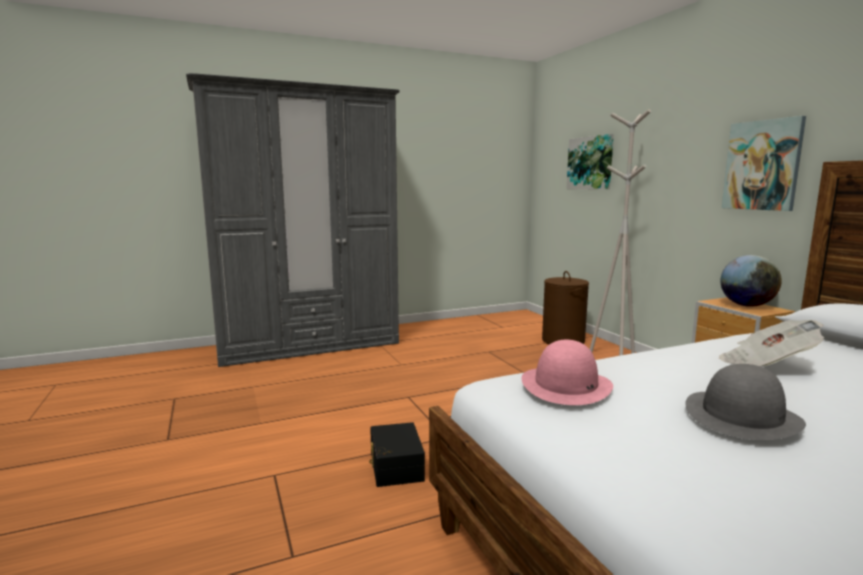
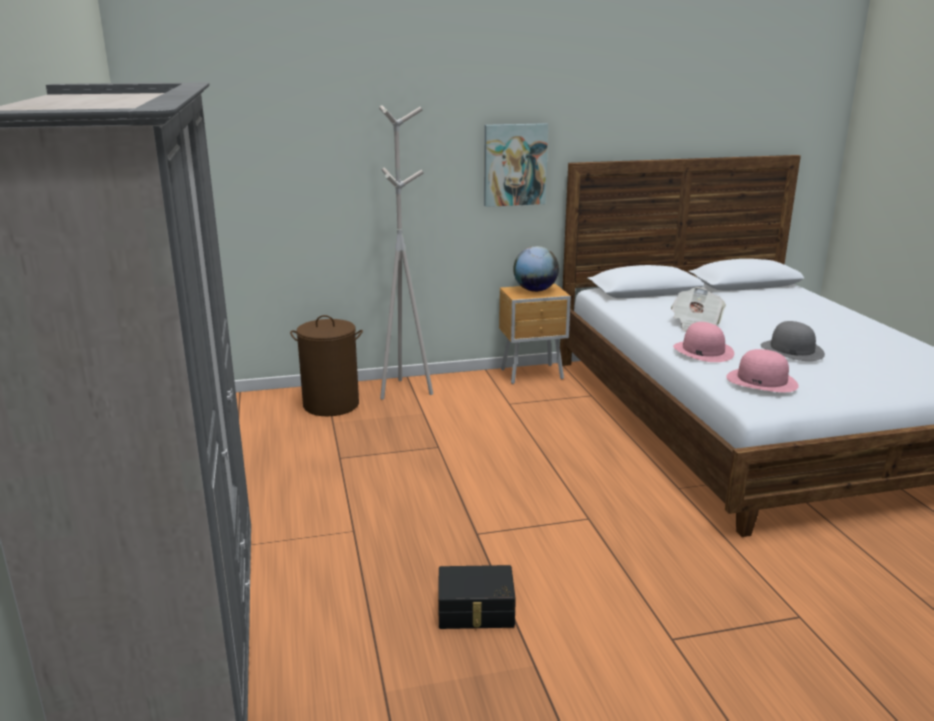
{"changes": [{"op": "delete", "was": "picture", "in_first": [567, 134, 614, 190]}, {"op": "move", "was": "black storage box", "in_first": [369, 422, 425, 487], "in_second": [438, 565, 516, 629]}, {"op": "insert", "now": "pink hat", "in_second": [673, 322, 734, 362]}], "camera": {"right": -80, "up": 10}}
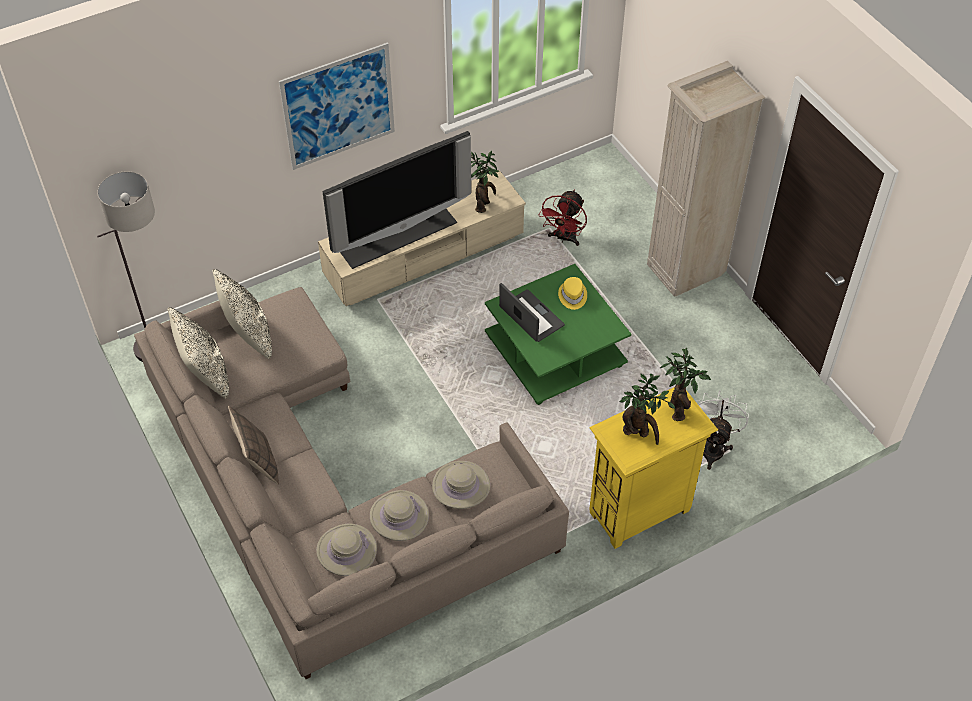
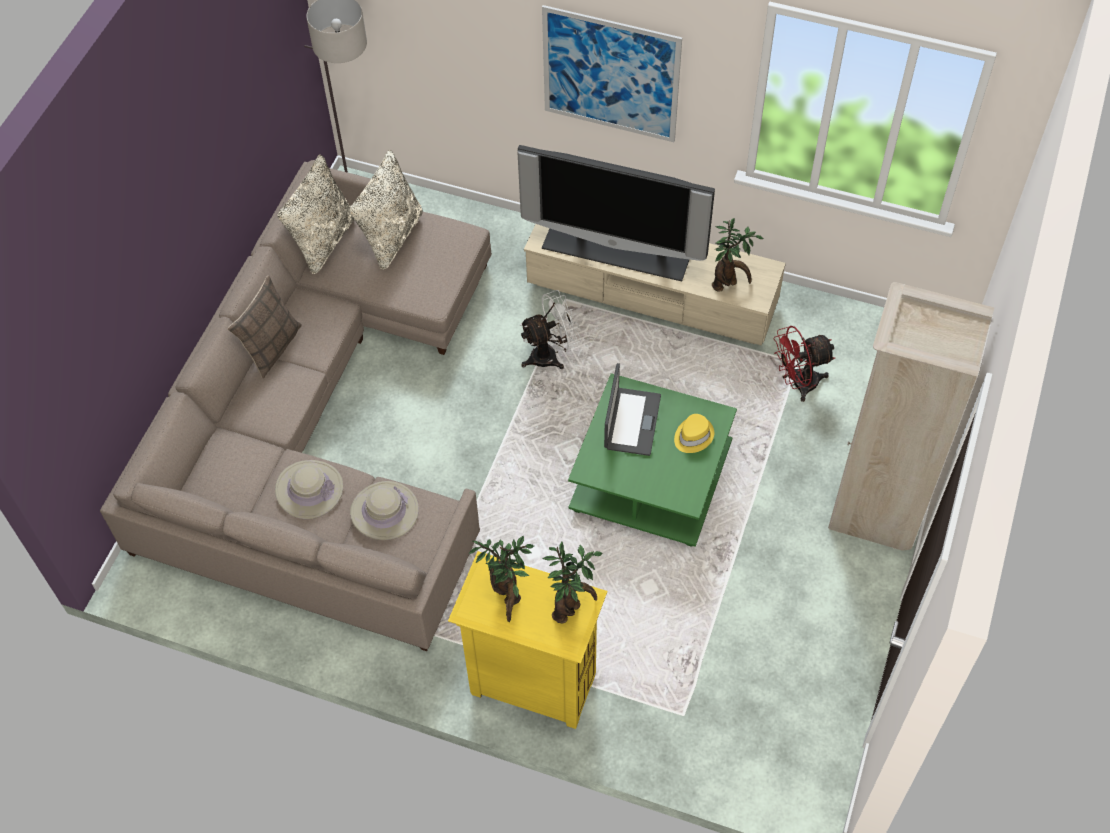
{"changes": [{"op": "move", "was": "white fan", "in_first": [696, 391, 749, 470], "in_second": [520, 290, 581, 369]}, {"op": "delete", "was": "beige hat", "in_first": [316, 524, 377, 576]}], "camera": {"right": 50, "up": 5}}
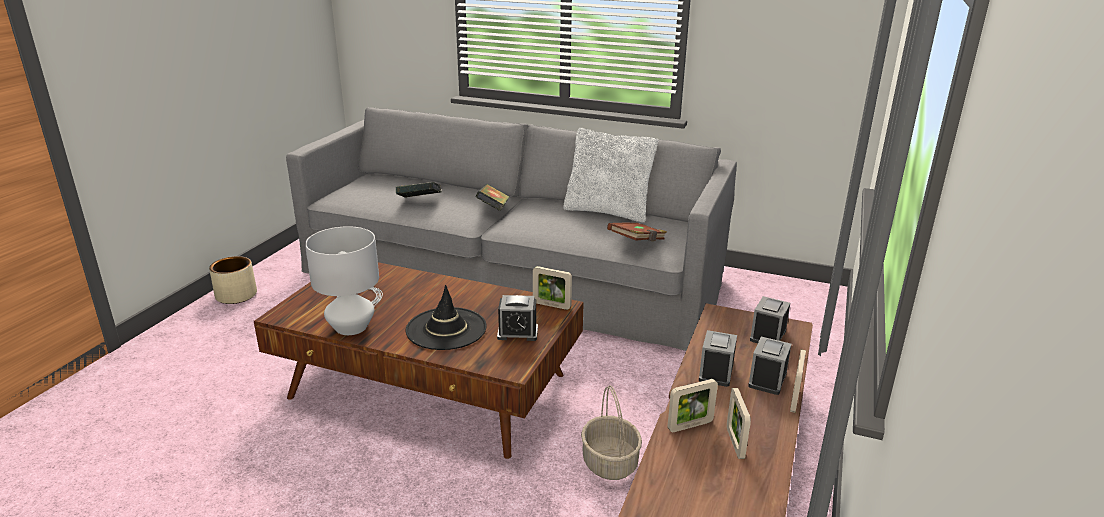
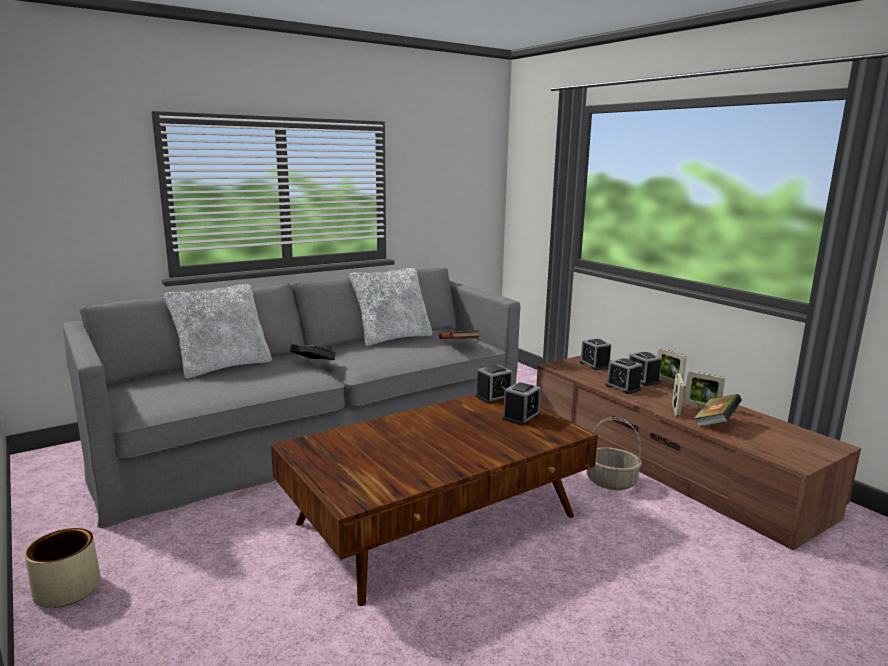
{"changes": [{"op": "move", "was": "book", "in_first": [396, 182, 441, 198], "in_second": [694, 394, 742, 427]}, {"op": "delete", "was": "white table lamp", "in_first": [305, 226, 383, 335]}, {"op": "replace", "was": "picture frame", "now": "alarm clock", "in_first": [533, 266, 572, 310], "in_second": [476, 365, 513, 404]}, {"op": "delete", "was": "black hat", "in_first": [406, 285, 487, 350]}, {"op": "insert", "now": "white pillow", "in_second": [164, 284, 272, 379]}], "camera": {"right": -55, "up": -10}}
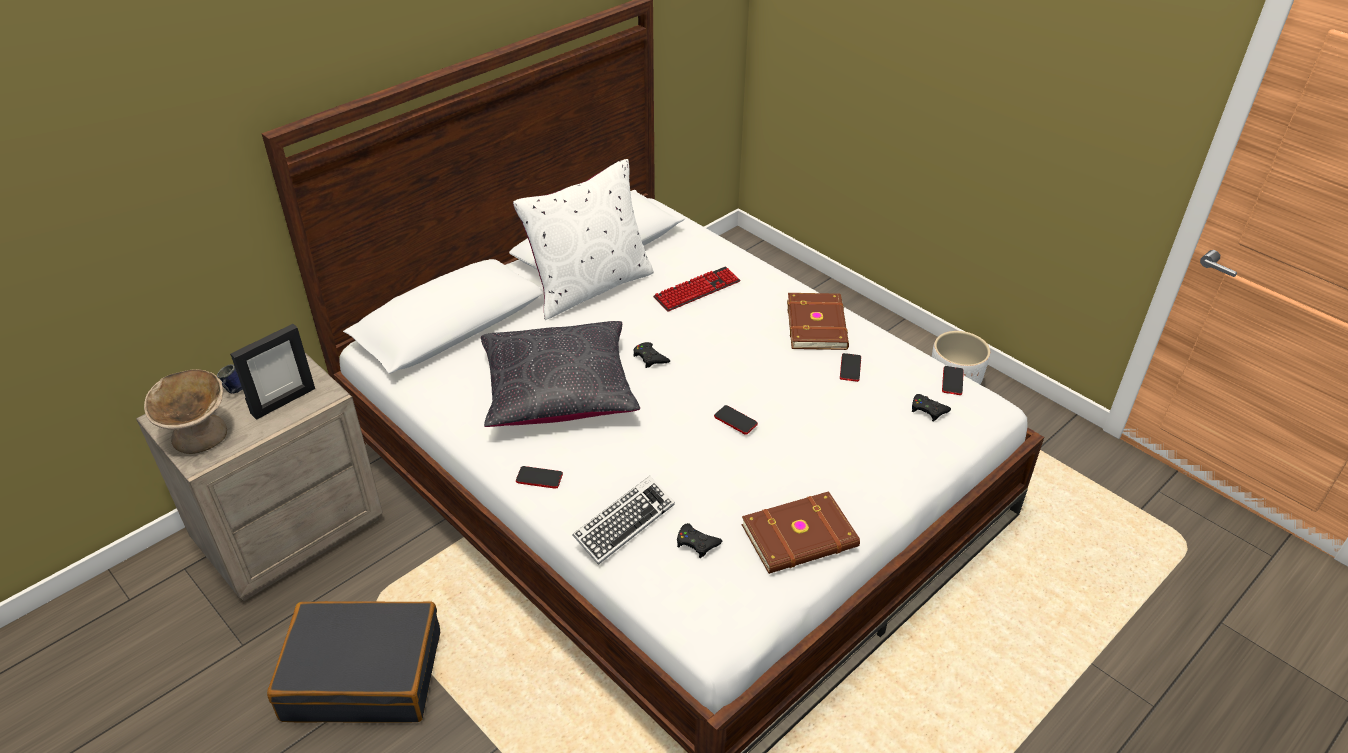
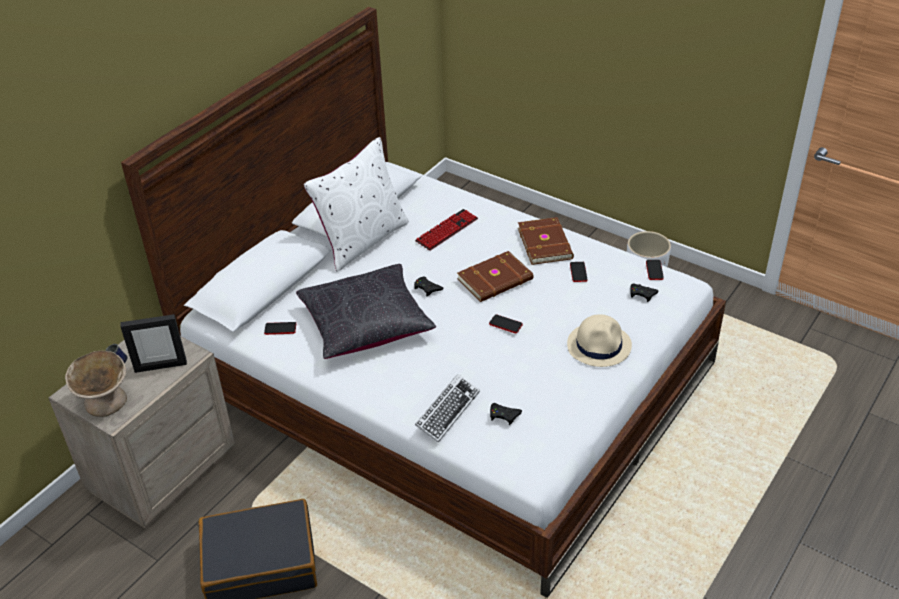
{"changes": [{"op": "rotate", "was": "picture frame", "in_first": [230, 324, 315, 420], "in_second": [120, 314, 187, 373], "clockwise": 45}, {"op": "move", "was": "phone", "in_first": [516, 466, 563, 489], "in_second": [264, 322, 296, 335]}, {"op": "move", "was": "brown book", "in_first": [741, 491, 860, 574], "in_second": [457, 251, 534, 302]}, {"op": "insert", "now": "beige hat", "in_second": [567, 314, 632, 367]}], "camera": {"right": -10, "up": 0}}
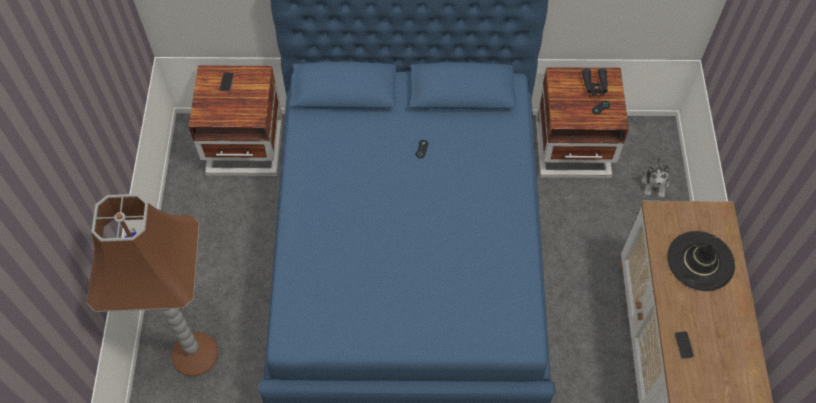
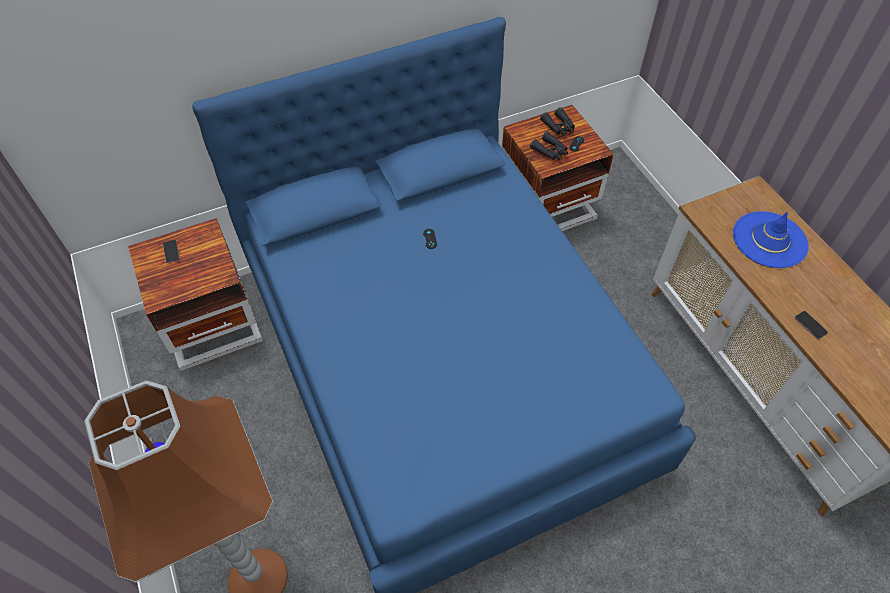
{"changes": [{"op": "delete", "was": "plush toy", "in_first": [641, 157, 669, 198]}, {"op": "recolor", "was": "black hat", "now": "blue hat", "in_first": [667, 231, 735, 291], "in_second": [733, 211, 809, 268]}, {"op": "insert", "now": "black binoculars", "in_second": [530, 131, 568, 160]}], "camera": {"right": -25, "up": -5}}
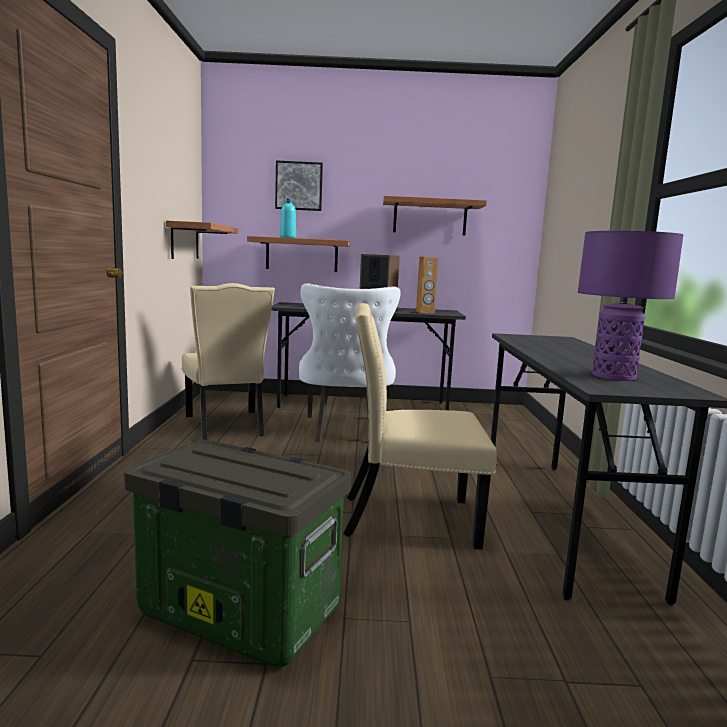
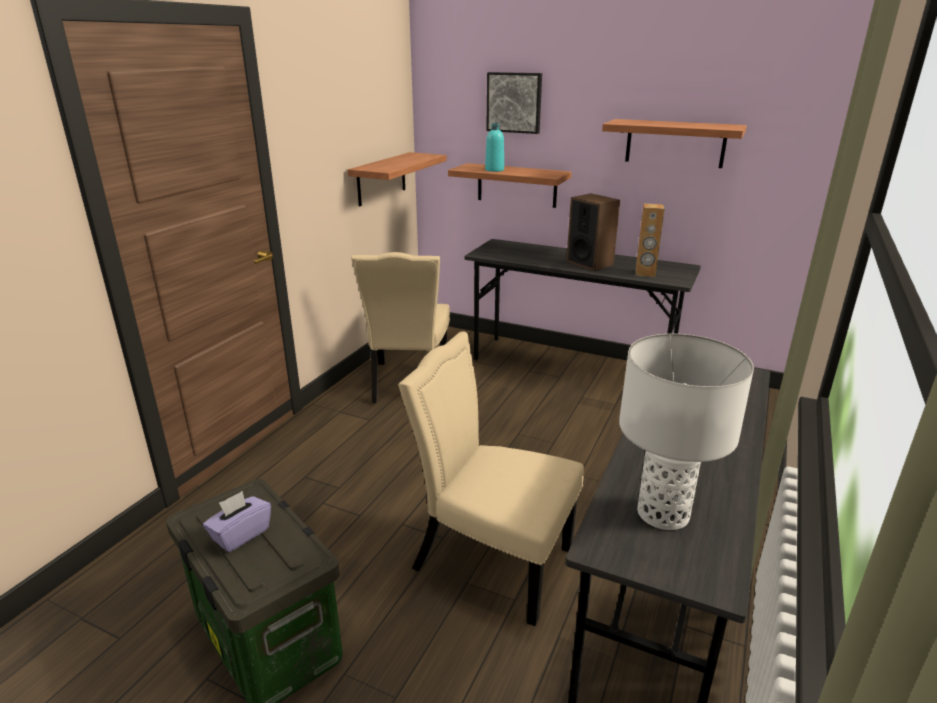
{"changes": [{"op": "recolor", "was": "purple table lamp", "now": "white table lamp", "in_first": [578, 231, 683, 381], "in_second": [619, 334, 754, 530]}, {"op": "delete", "was": "white chair", "in_first": [299, 283, 401, 442]}, {"op": "insert", "now": "purple tissue box", "in_second": [203, 491, 271, 552]}], "camera": {"right": 25, "up": 15}}
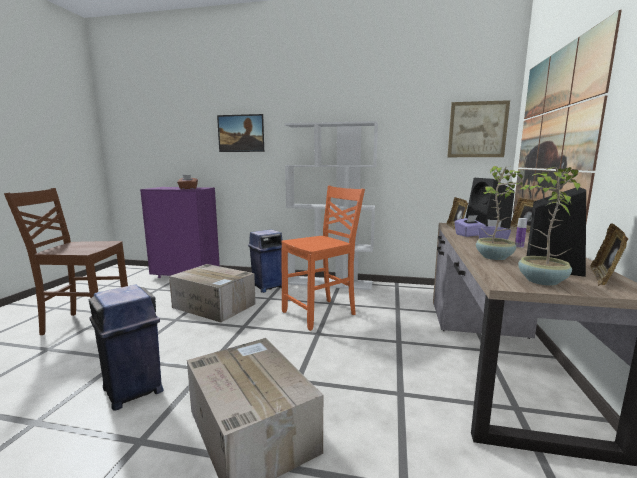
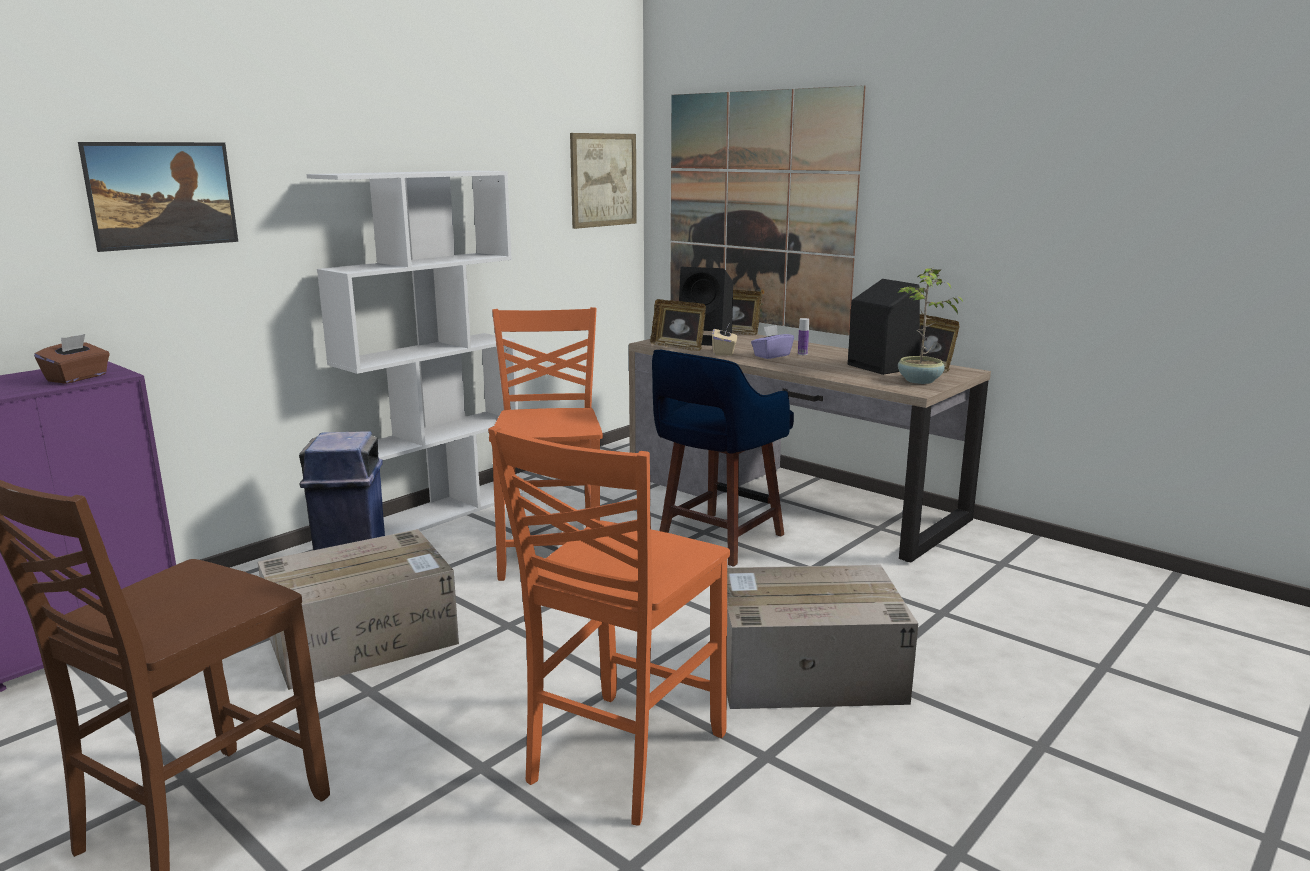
{"changes": [{"op": "delete", "was": "potted plant", "in_first": [476, 166, 525, 260]}, {"op": "recolor", "was": "purple tissue box", "now": "beige tissue box", "in_first": [454, 215, 486, 237], "in_second": [712, 324, 737, 356]}, {"op": "replace", "was": "blue trash can", "now": "orange chair", "in_first": [89, 284, 164, 411], "in_second": [488, 426, 730, 825]}, {"op": "insert", "now": "blue stool", "in_second": [652, 350, 794, 567]}], "camera": {"right": -60, "up": 5}}
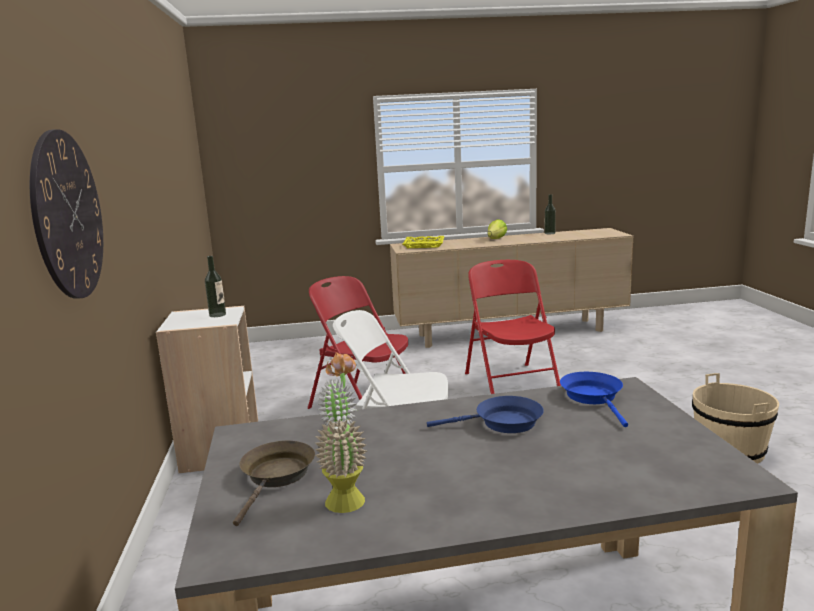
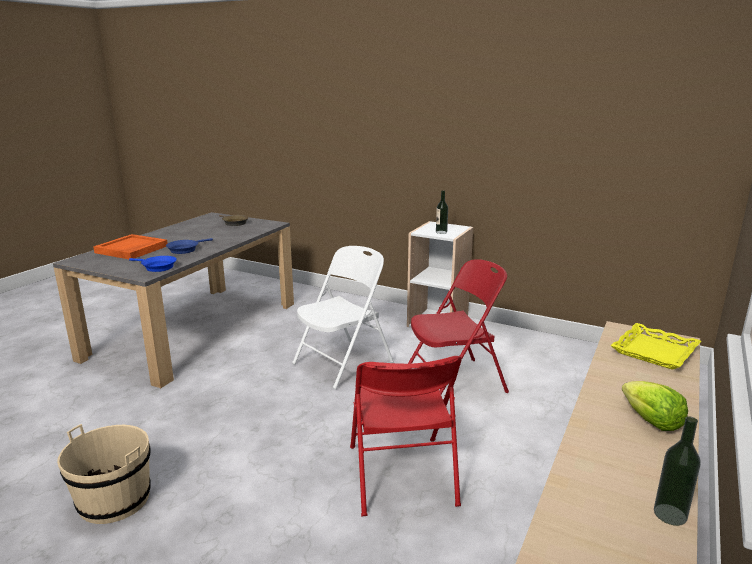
{"changes": [{"op": "delete", "was": "wall clock", "in_first": [30, 129, 103, 299]}, {"op": "rotate", "was": "red chair", "in_first": [465, 260, 561, 394], "in_second": [350, 356, 462, 516], "clockwise": 60}, {"op": "delete", "was": "potted plant", "in_first": [315, 352, 367, 513]}, {"op": "insert", "now": "orange tray", "in_second": [93, 234, 168, 259]}], "camera": {"right": 125, "up": 5}}
